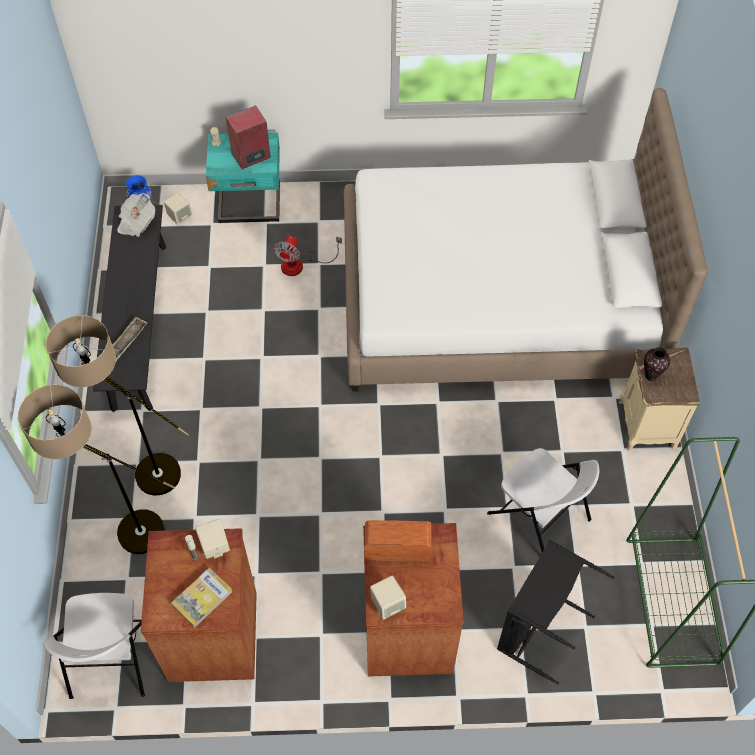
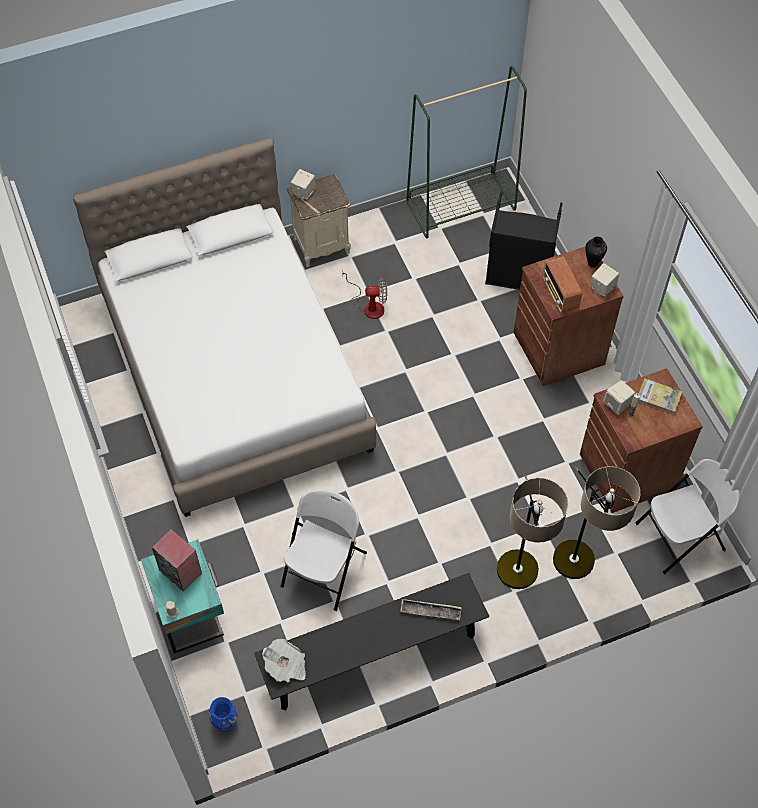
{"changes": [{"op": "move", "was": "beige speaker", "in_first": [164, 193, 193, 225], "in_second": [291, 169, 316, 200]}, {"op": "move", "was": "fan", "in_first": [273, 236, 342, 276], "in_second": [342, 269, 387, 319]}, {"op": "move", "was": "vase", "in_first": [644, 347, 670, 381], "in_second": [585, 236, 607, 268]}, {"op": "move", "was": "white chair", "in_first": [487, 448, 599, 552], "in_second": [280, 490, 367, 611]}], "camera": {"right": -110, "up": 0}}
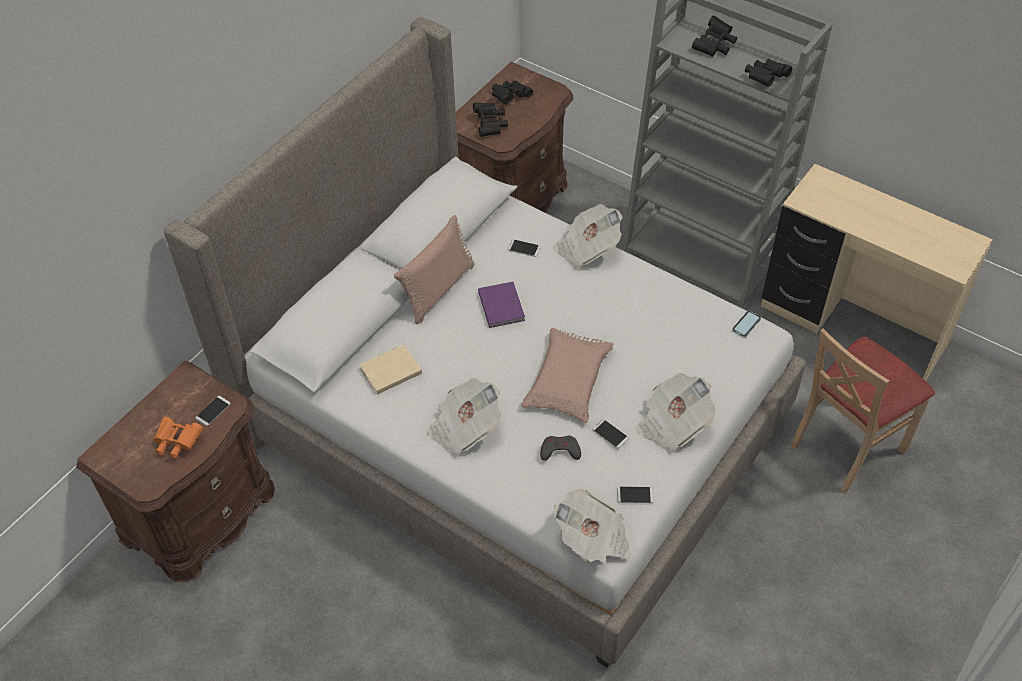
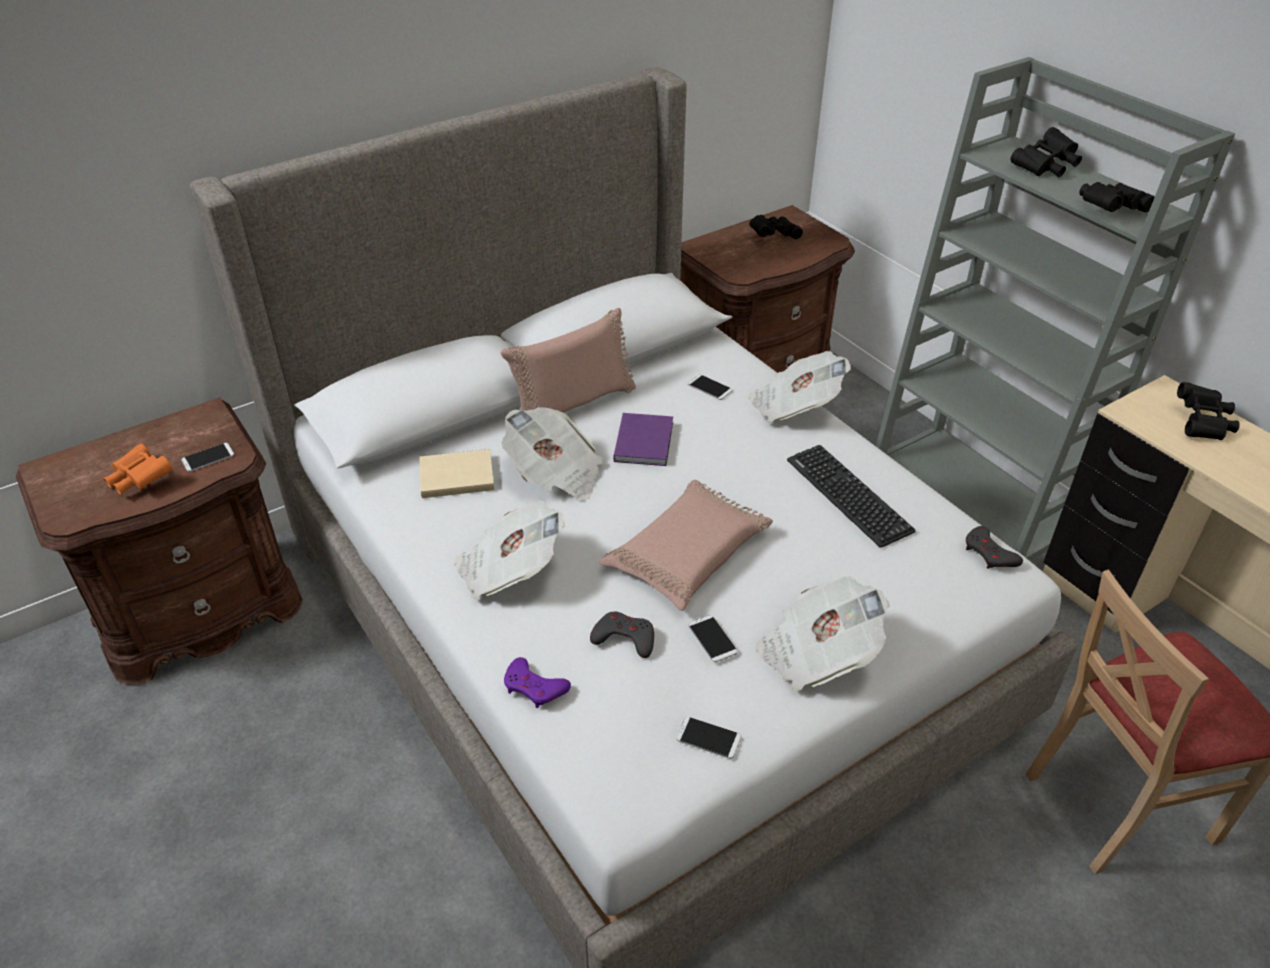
{"changes": [{"op": "move", "was": "black binoculars", "in_first": [473, 102, 508, 137], "in_second": [1177, 382, 1240, 440]}, {"op": "replace", "was": "phone", "now": "grey game controller", "in_first": [732, 311, 761, 337], "in_second": [966, 526, 1023, 569]}, {"op": "move", "was": "newspaper", "in_first": [554, 489, 631, 563], "in_second": [501, 407, 602, 500]}, {"op": "insert", "now": "keyboard", "in_second": [787, 445, 916, 548]}, {"op": "insert", "now": "purple game controller", "in_second": [504, 657, 571, 708]}], "camera": {"right": 20, "up": -10}}
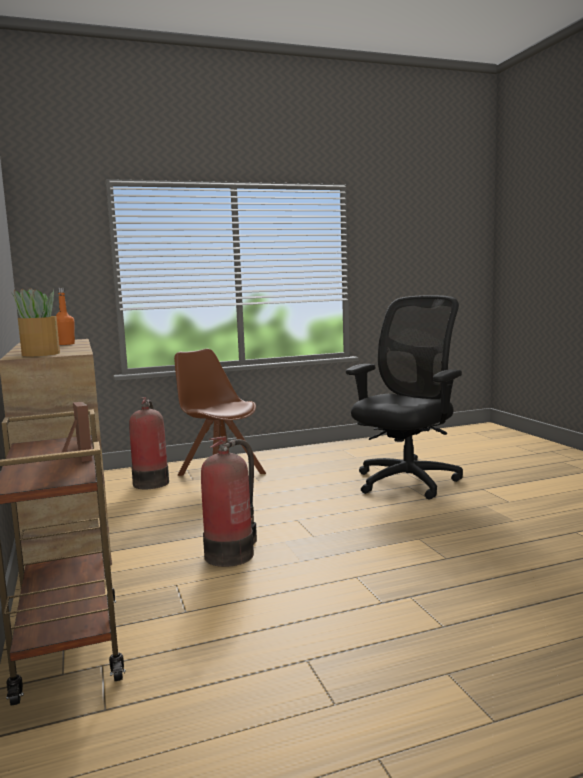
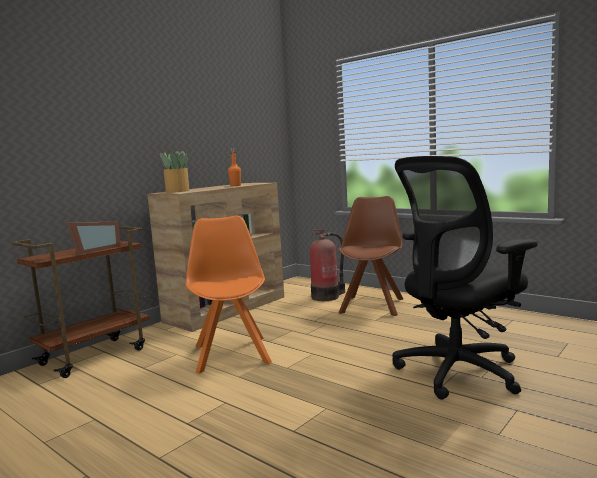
{"changes": [{"op": "rotate", "was": "black office chair", "in_first": [346, 295, 463, 499], "in_second": [392, 156, 538, 400], "clockwise": 135}, {"op": "replace", "was": "fire extinguisher", "now": "orange chair", "in_first": [201, 436, 257, 567], "in_second": [186, 216, 272, 374]}], "camera": {"right": 60, "up": 0}}
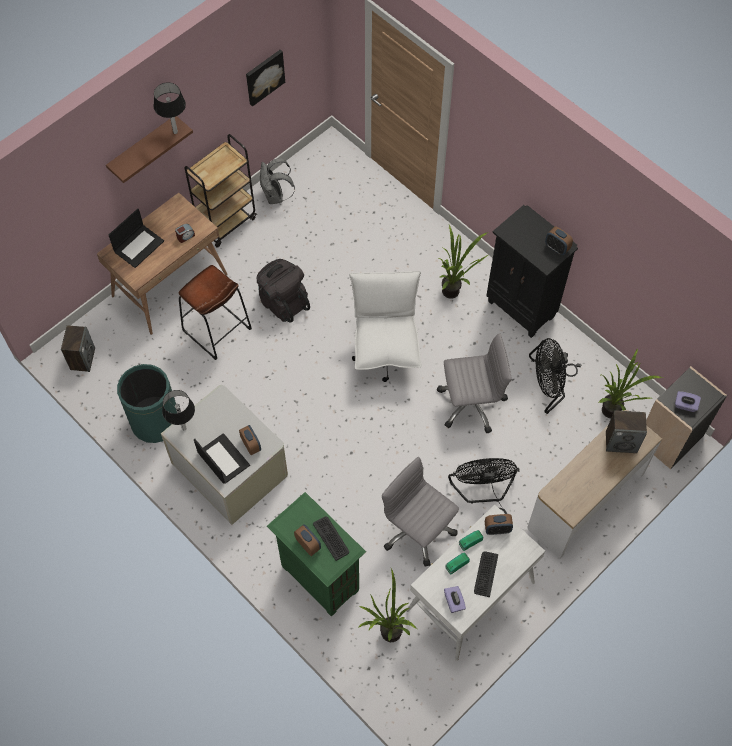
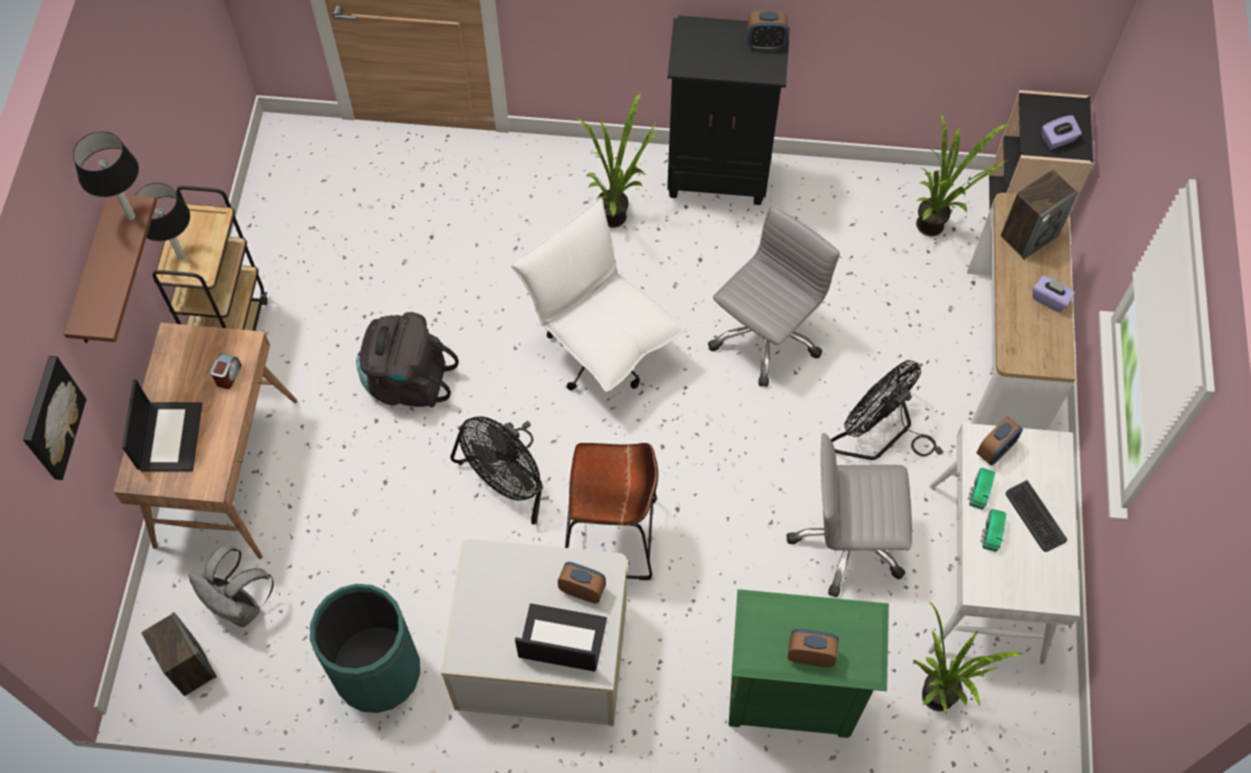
{"changes": [{"op": "move", "was": "picture", "in_first": [246, 50, 285, 107], "in_second": [23, 356, 87, 480]}, {"op": "move", "was": "grey backpack", "in_first": [260, 158, 295, 204], "in_second": [189, 546, 274, 627]}, {"op": "move", "was": "brown stool", "in_first": [178, 265, 252, 360], "in_second": [565, 443, 658, 580]}, {"op": "move", "was": "black fan", "in_first": [529, 338, 581, 414], "in_second": [450, 417, 543, 525]}, {"op": "move", "was": "table lamp", "in_first": [162, 390, 195, 431], "in_second": [135, 183, 190, 260]}, {"op": "delete", "was": "keyboard", "in_first": [313, 517, 349, 561]}, {"op": "move", "was": "purple tissue box", "in_first": [444, 586, 466, 613], "in_second": [1033, 275, 1075, 312]}], "camera": {"right": -40, "up": 0}}
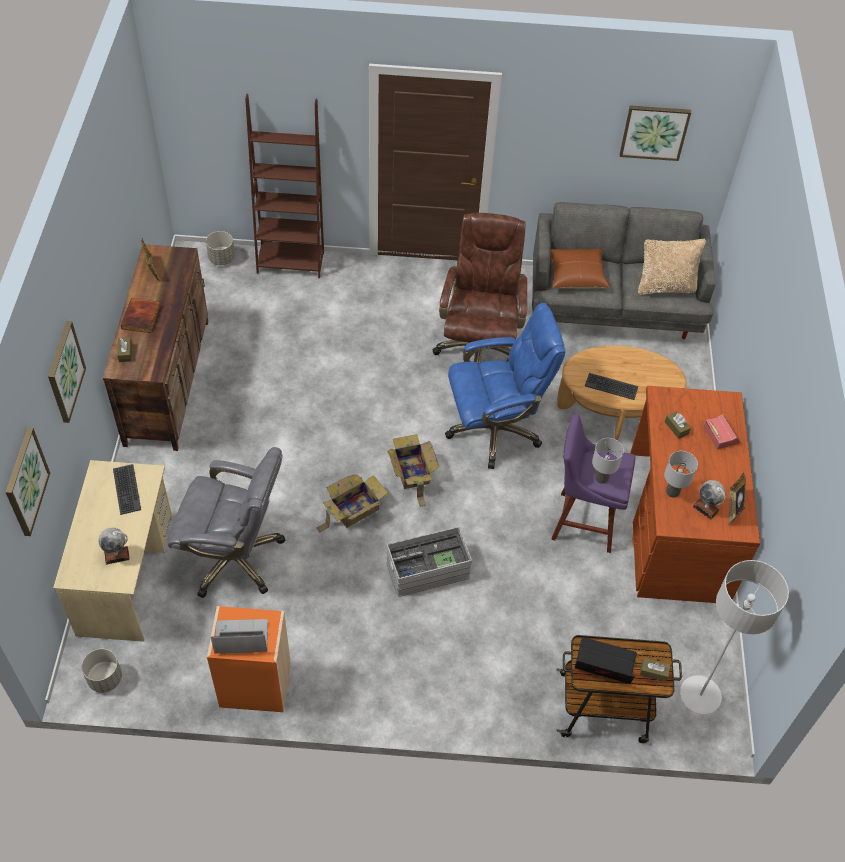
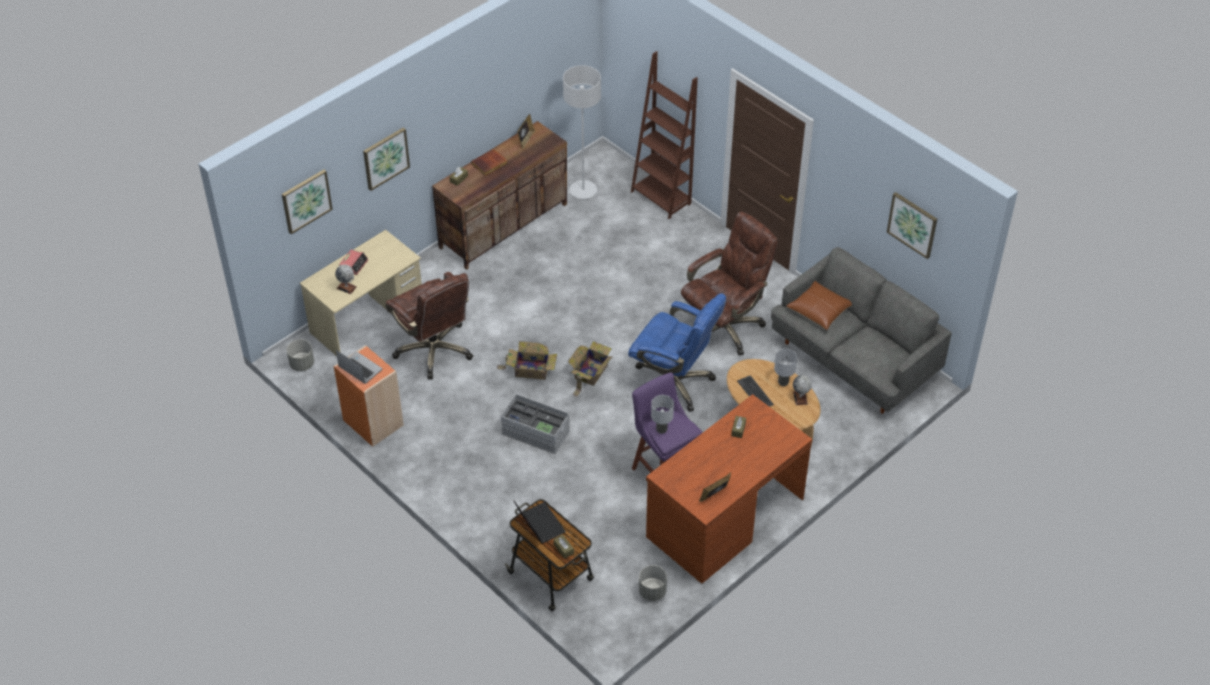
{"changes": [{"op": "move", "was": "grey planter", "in_first": [206, 231, 235, 265], "in_second": [639, 565, 667, 601]}, {"op": "delete", "was": "beige pillow", "in_first": [638, 238, 706, 295]}, {"op": "move", "was": "alarm clock", "in_first": [704, 414, 741, 449], "in_second": [339, 250, 368, 275]}, {"op": "recolor", "was": "grey office chair", "now": "brown office chair", "in_first": [168, 447, 285, 598], "in_second": [386, 272, 473, 379]}, {"op": "move", "was": "white table lamp", "in_first": [664, 451, 698, 498], "in_second": [774, 349, 797, 386]}, {"op": "delete", "was": "keyboard", "in_first": [113, 464, 141, 515]}, {"op": "move", "was": "globe", "in_first": [692, 480, 726, 519], "in_second": [793, 375, 812, 405]}, {"op": "move", "was": "grey floor lamp", "in_first": [680, 560, 789, 714], "in_second": [563, 65, 601, 199]}], "camera": {"right": 45, "up": -5}}
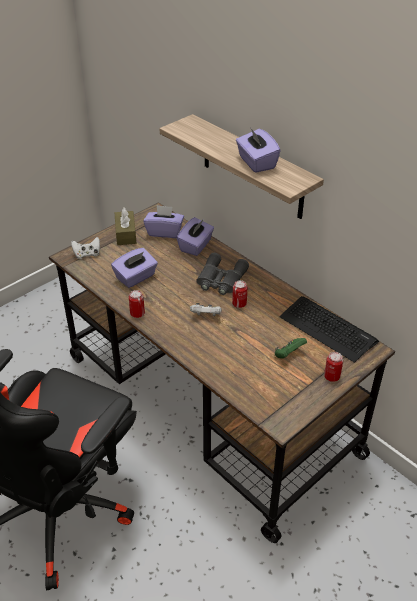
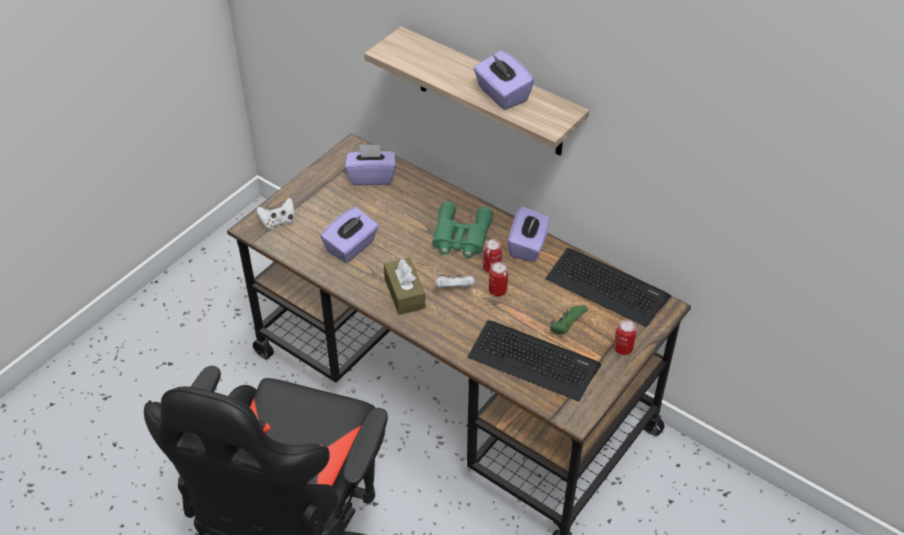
{"changes": [{"op": "move", "was": "brown tissue box", "in_first": [115, 207, 136, 245], "in_second": [384, 257, 425, 315]}, {"op": "move", "was": "purple tissue box", "in_first": [177, 217, 214, 256], "in_second": [508, 206, 550, 262]}, {"op": "recolor", "was": "grey binoculars", "now": "green binoculars", "in_first": [196, 253, 249, 295], "in_second": [432, 202, 494, 258]}, {"op": "move", "was": "can", "in_first": [129, 290, 145, 318], "in_second": [489, 262, 508, 296]}, {"op": "insert", "now": "keyboard", "in_second": [468, 320, 601, 402]}], "camera": {"right": -10, "up": 5}}
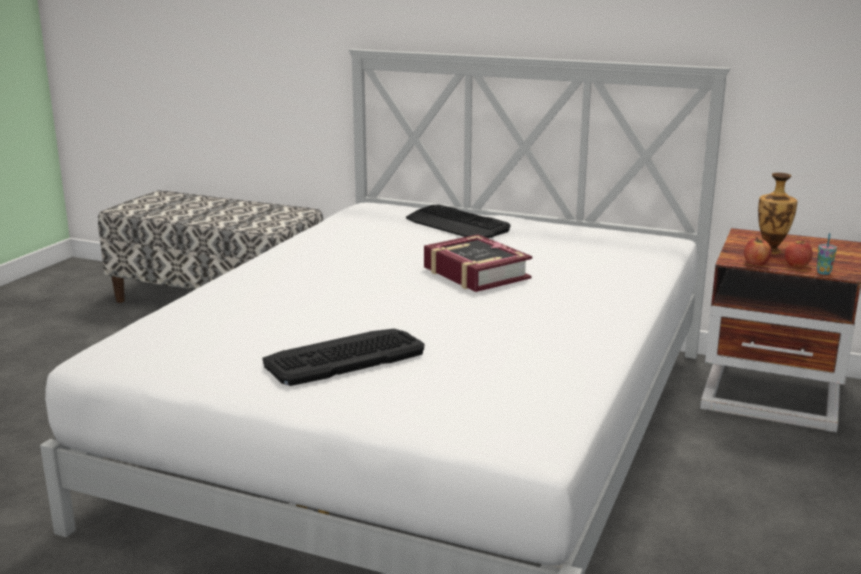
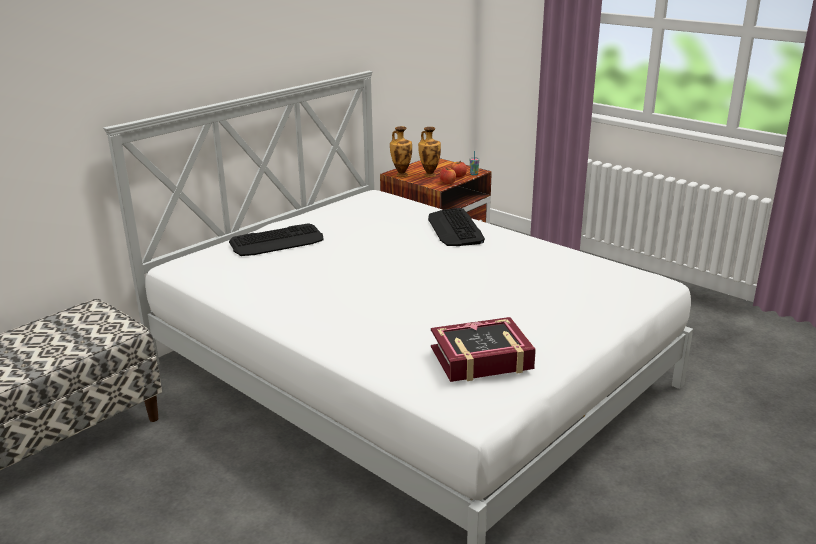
{"changes": [{"op": "move", "was": "book", "in_first": [424, 234, 532, 292], "in_second": [431, 317, 536, 382]}, {"op": "move", "was": "keyboard", "in_first": [262, 329, 424, 386], "in_second": [428, 208, 485, 246]}, {"op": "insert", "now": "vase", "in_second": [390, 126, 412, 177]}], "camera": {"right": -70, "up": 5}}
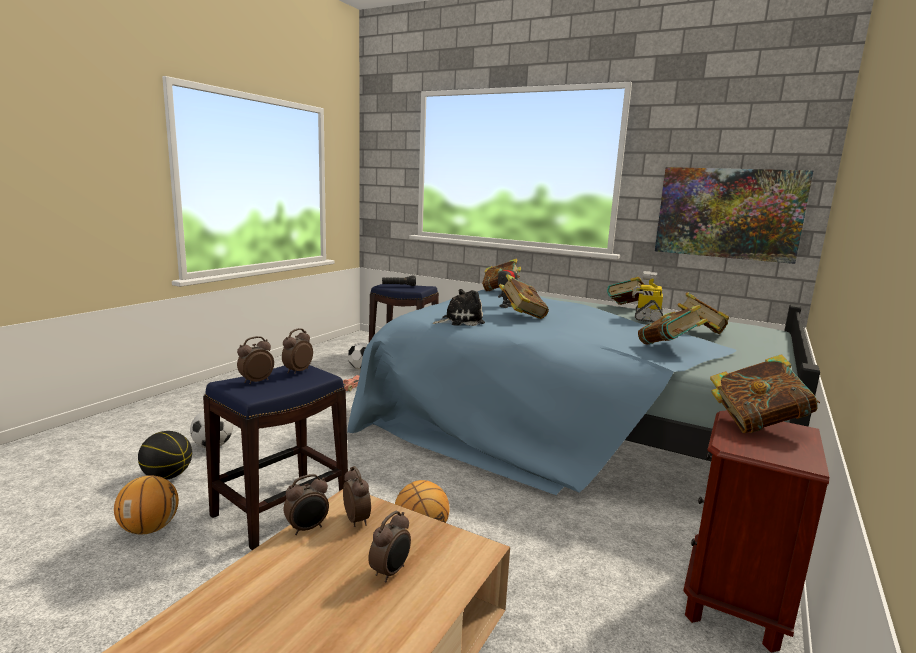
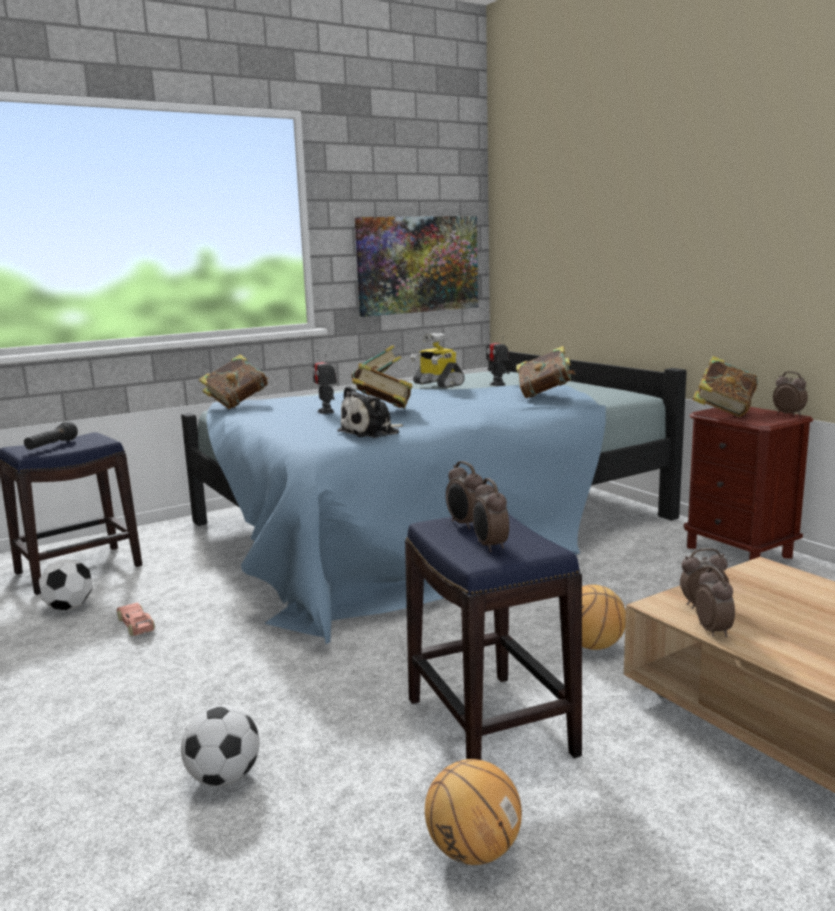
{"changes": [{"op": "rotate", "was": "plush toy", "in_first": [433, 289, 485, 326], "in_second": [337, 386, 403, 438], "clockwise": -135}, {"op": "replace", "was": "book", "now": "toy robot", "in_first": [677, 292, 729, 334], "in_second": [486, 333, 510, 386]}, {"op": "delete", "was": "basketball", "in_first": [138, 431, 192, 480]}, {"op": "move", "was": "alarm clock", "in_first": [368, 511, 411, 583], "in_second": [773, 371, 808, 416]}], "camera": {"right": -60, "up": 0}}
